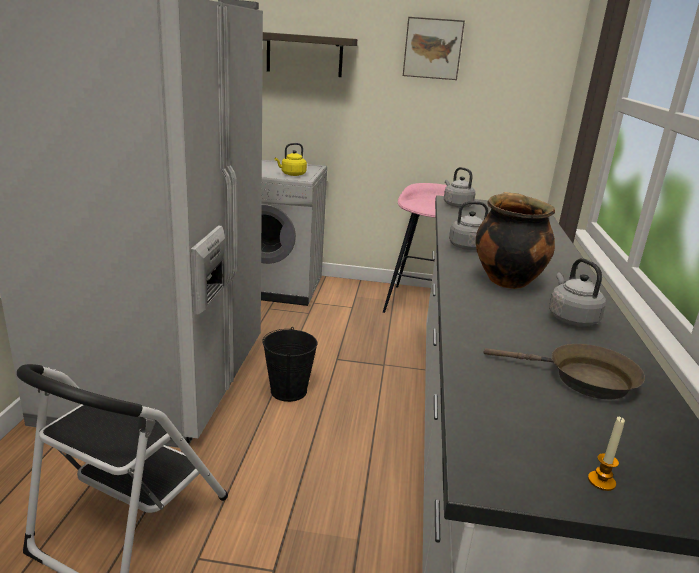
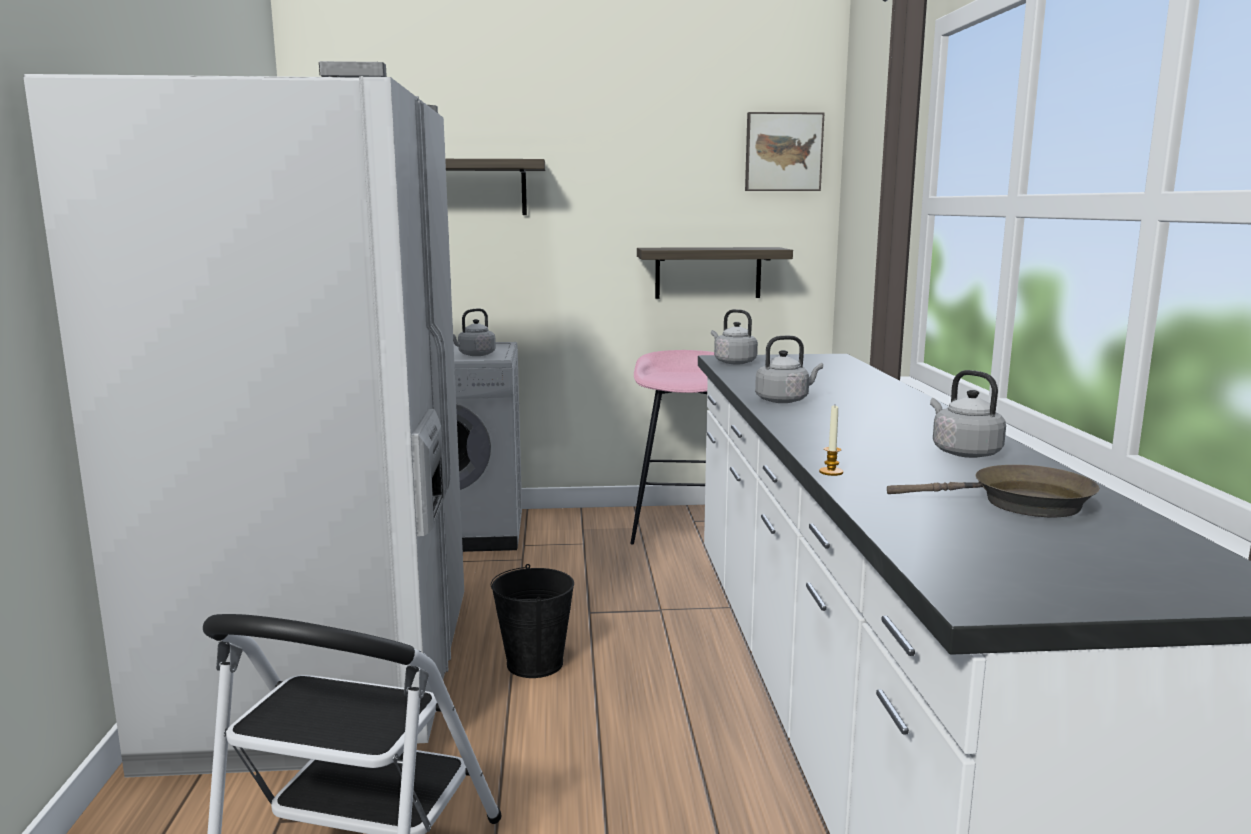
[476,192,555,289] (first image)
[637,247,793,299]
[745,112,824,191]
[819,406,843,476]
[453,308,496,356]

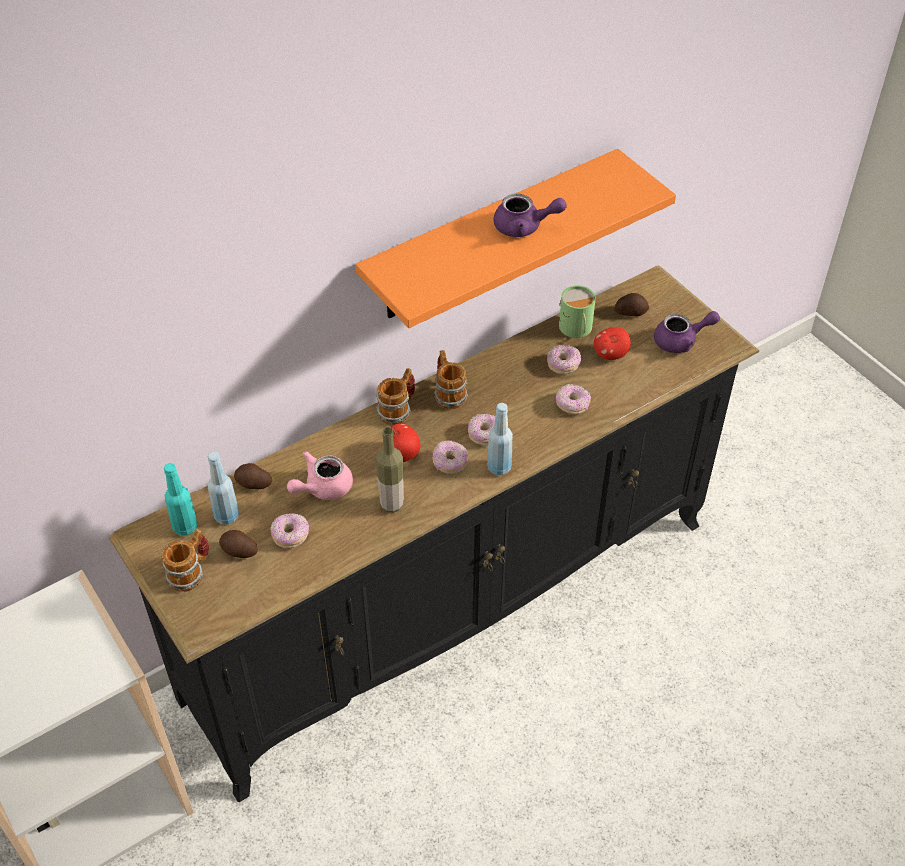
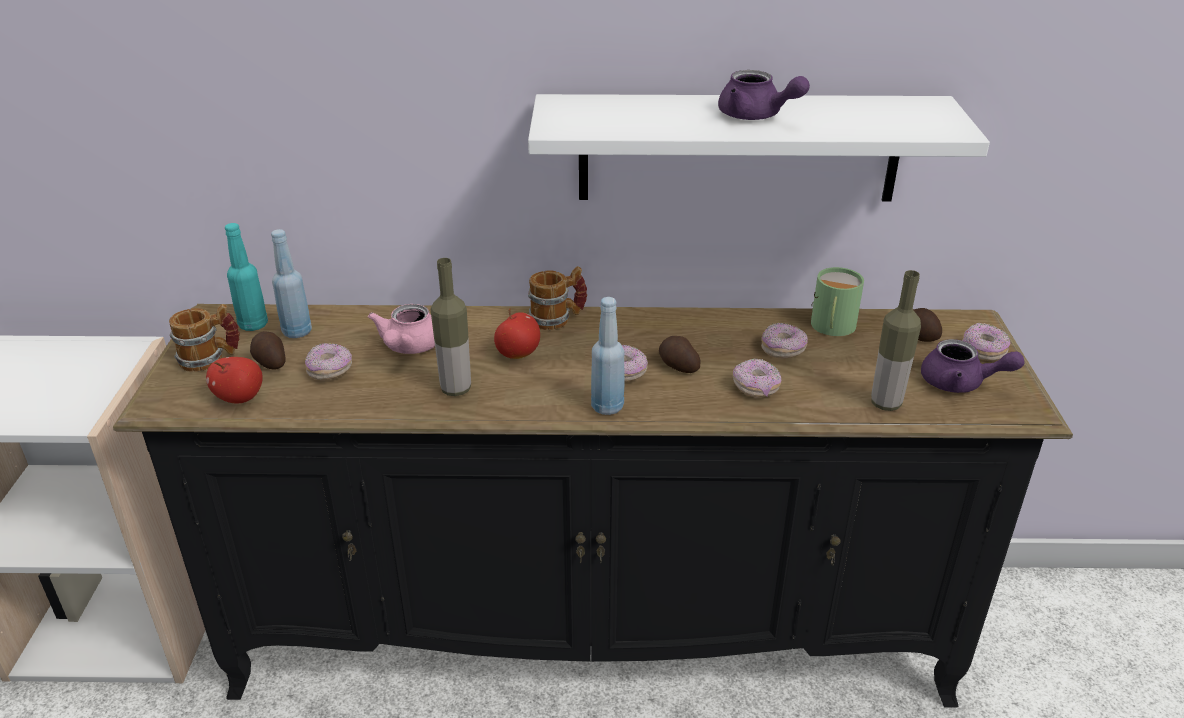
[434,350,468,409] (first image)
[871,270,921,411]
[659,336,701,373]
[962,323,1010,361]
[206,357,263,403]
[528,94,990,202]
[368,304,435,354]

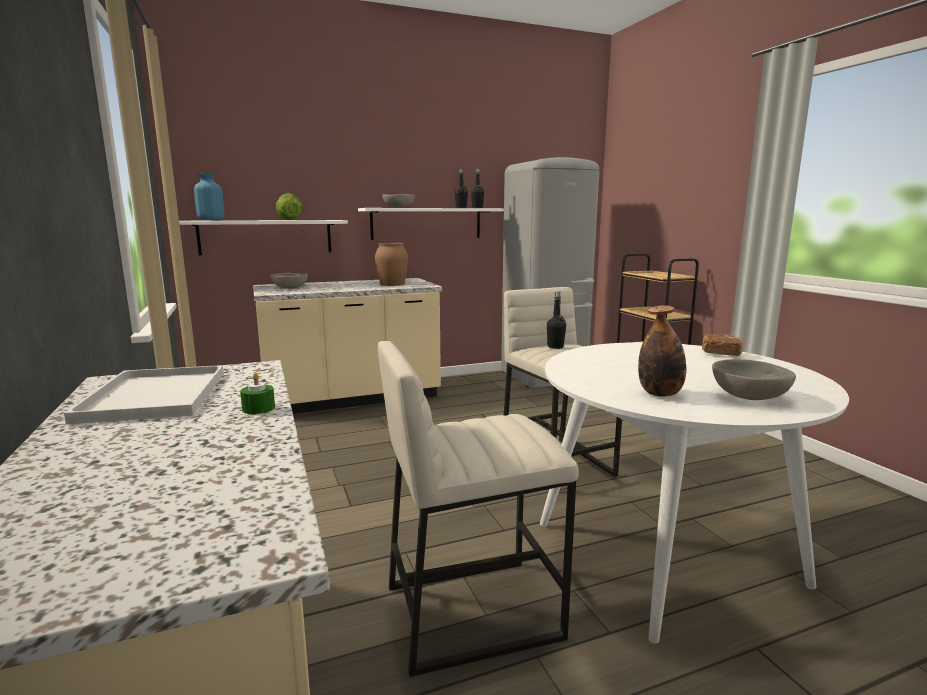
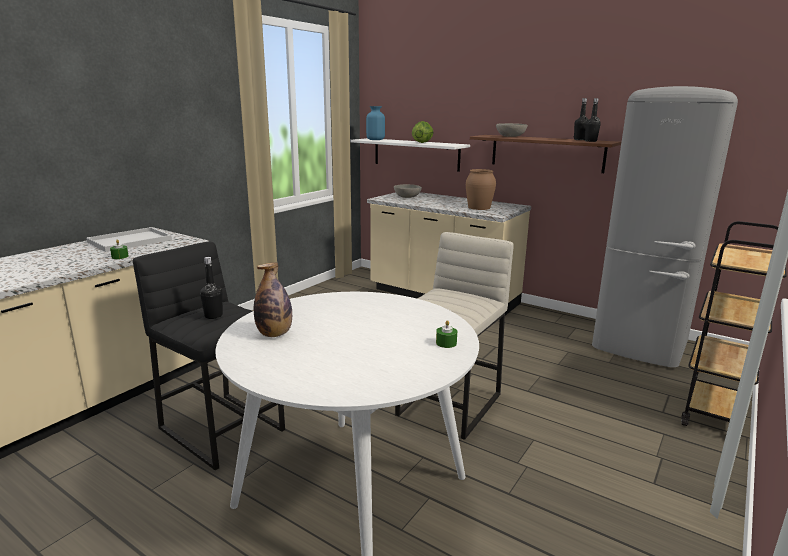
[712,359,796,400] (first image)
[200,257,223,319]
[436,320,457,348]
[470,135,621,173]
[133,242,285,471]

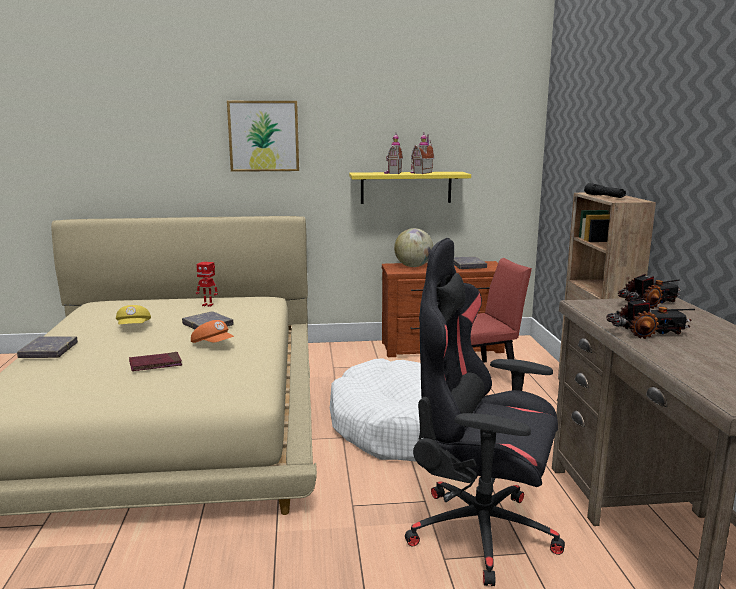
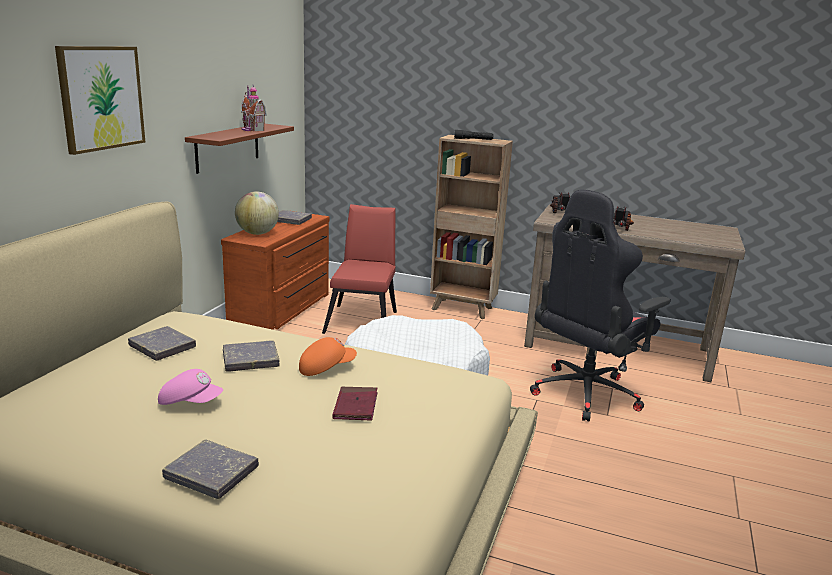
[384,135,403,174] (first image)
[128,326,196,361]
[158,369,223,405]
[185,123,294,174]

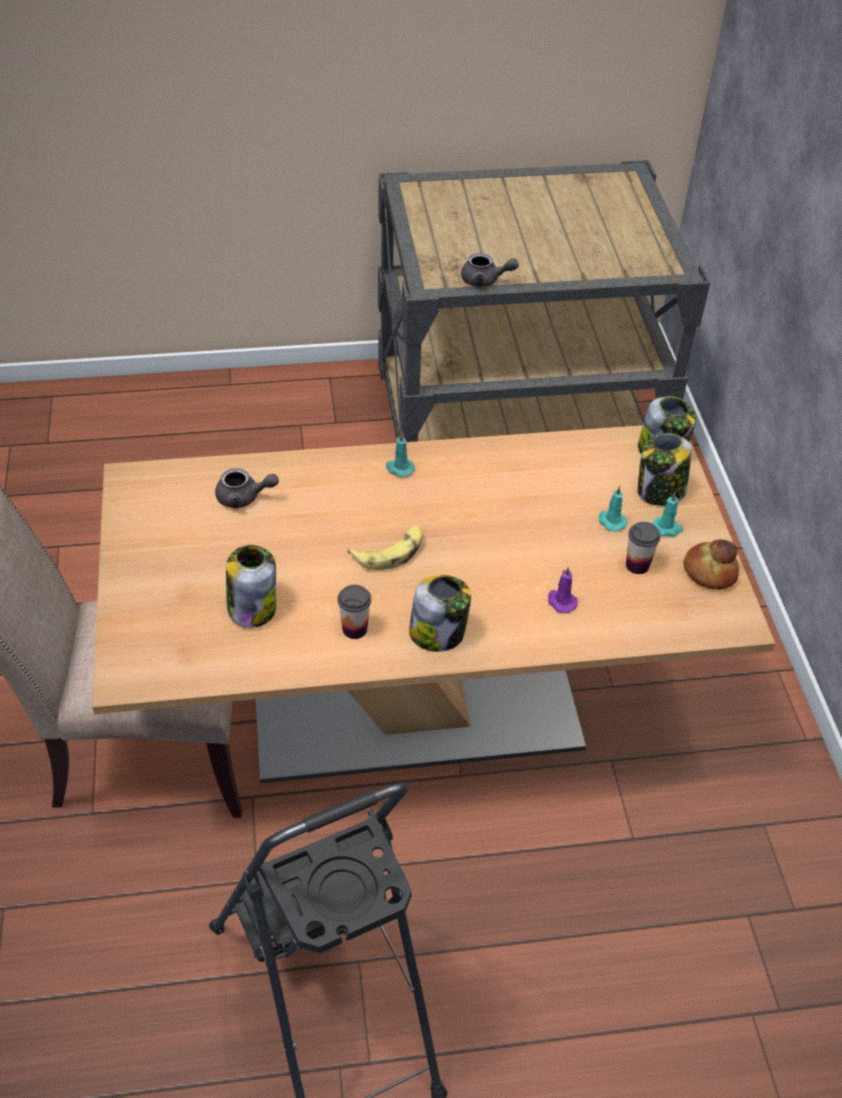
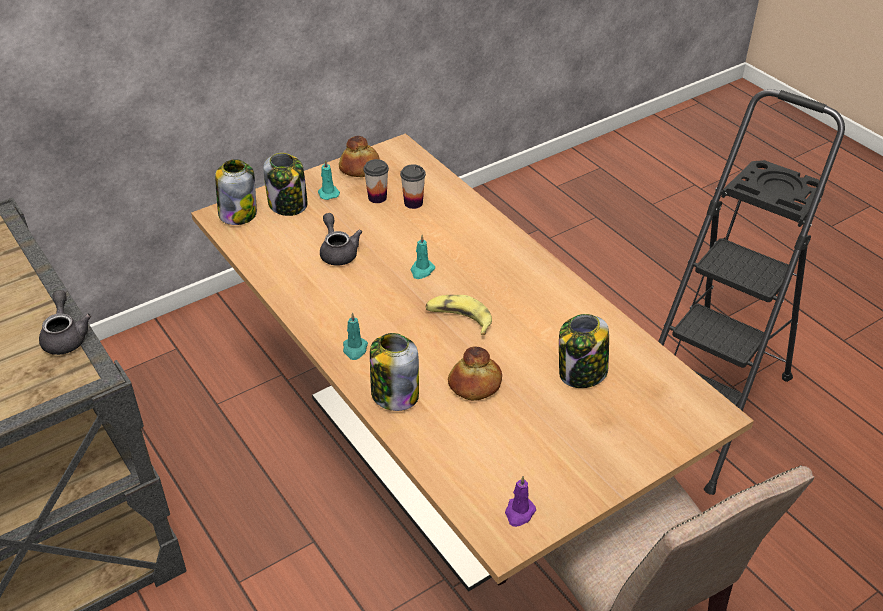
[448,346,502,401]
[320,213,362,266]
[400,165,426,209]
[370,333,419,411]
[505,476,536,527]
[411,235,435,279]

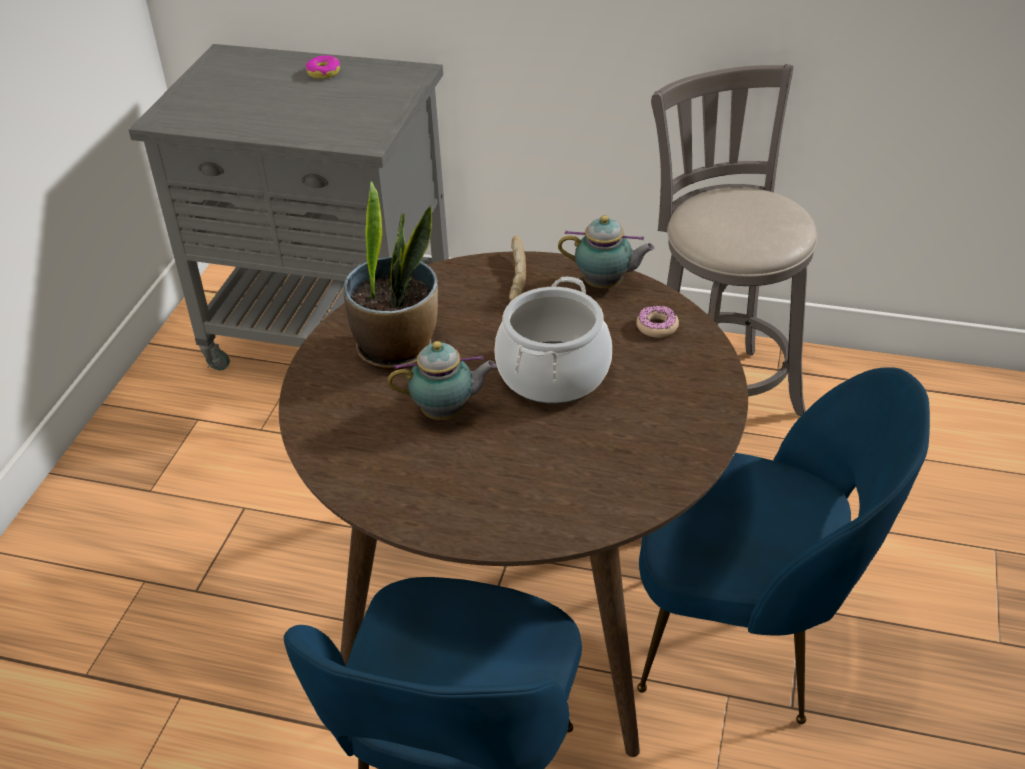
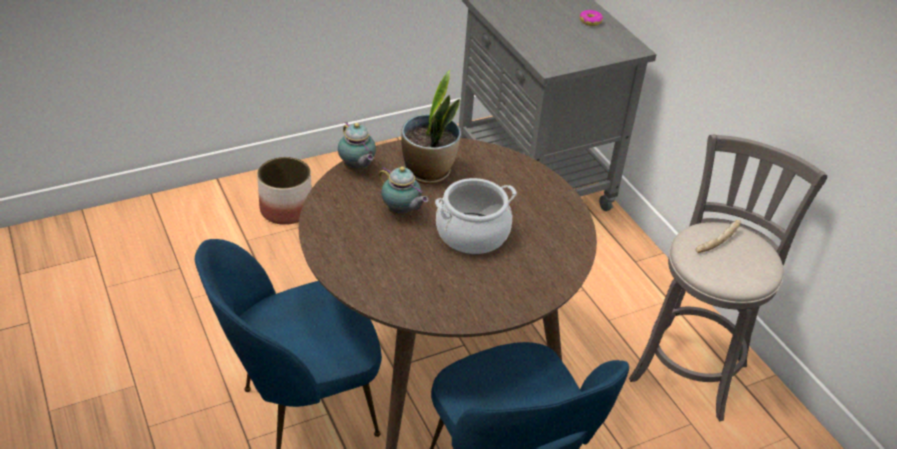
[636,305,679,338] (first image)
[257,157,312,225]
[696,220,741,253]
[338,122,376,170]

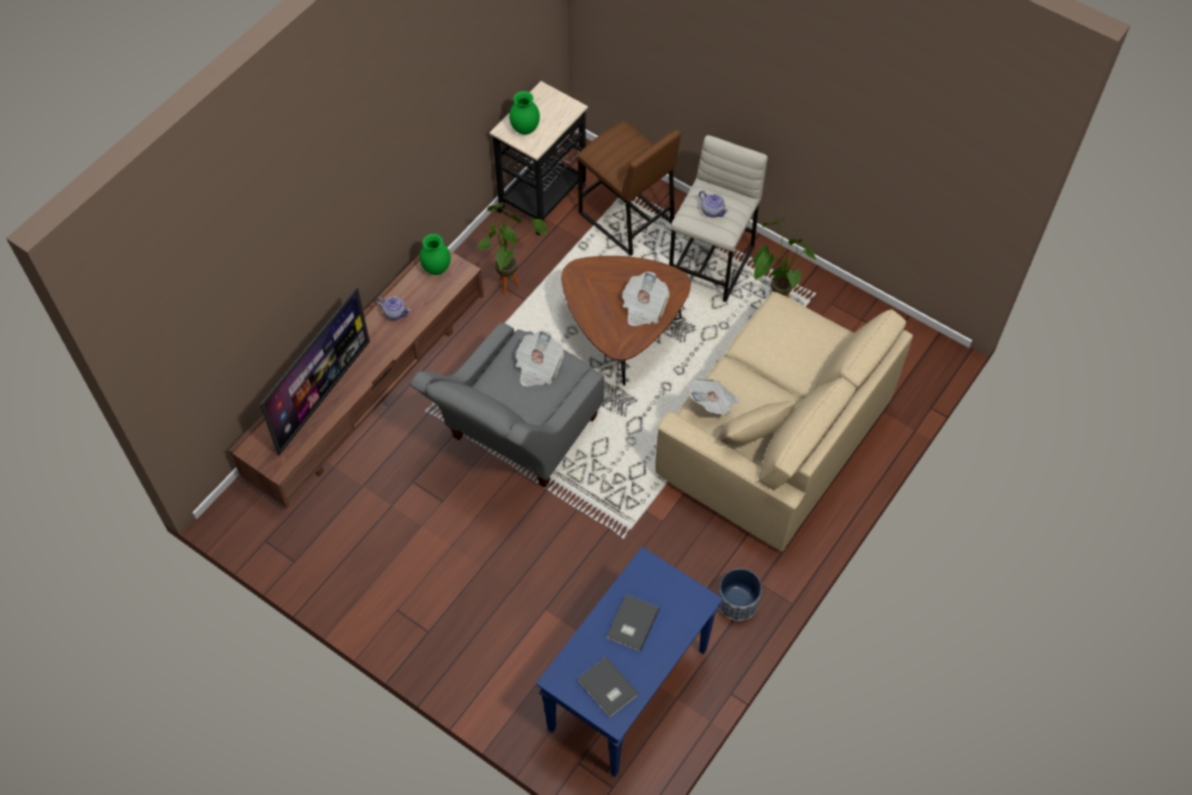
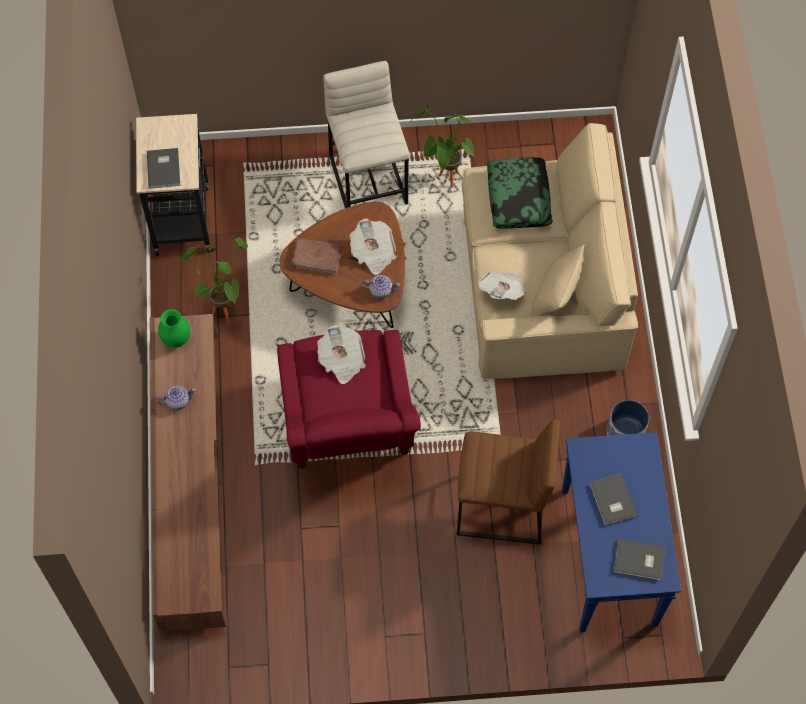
[260,287,370,455] (first image)
[292,238,342,276]
[487,157,553,229]
[457,419,560,545]
[361,275,400,299]
[147,148,180,189]
[277,330,421,469]

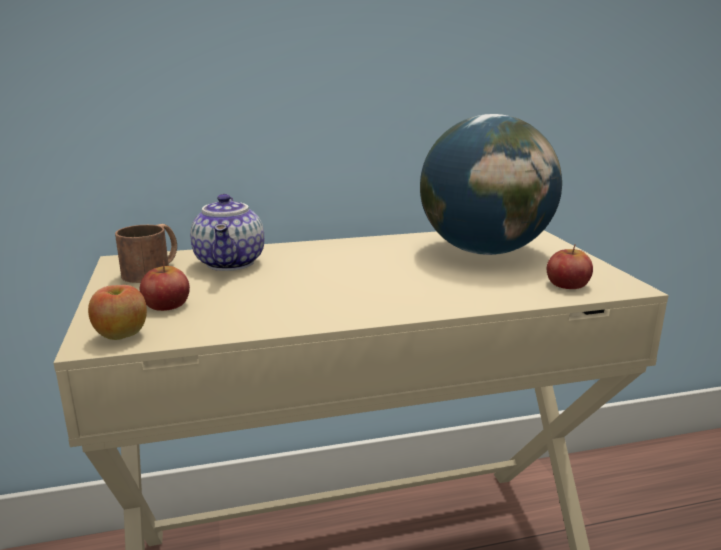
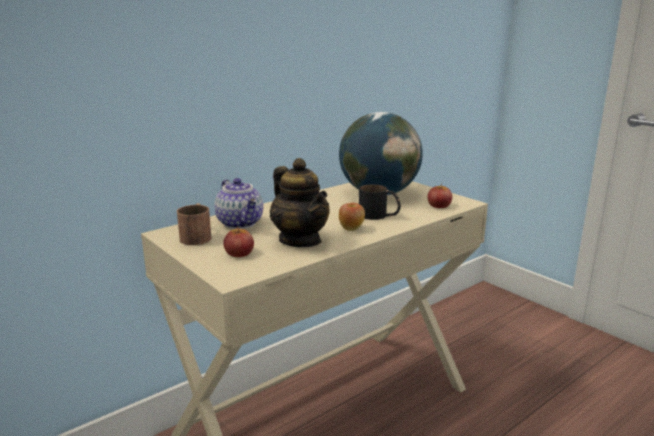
[270,158,330,247]
[359,184,401,220]
[339,203,365,231]

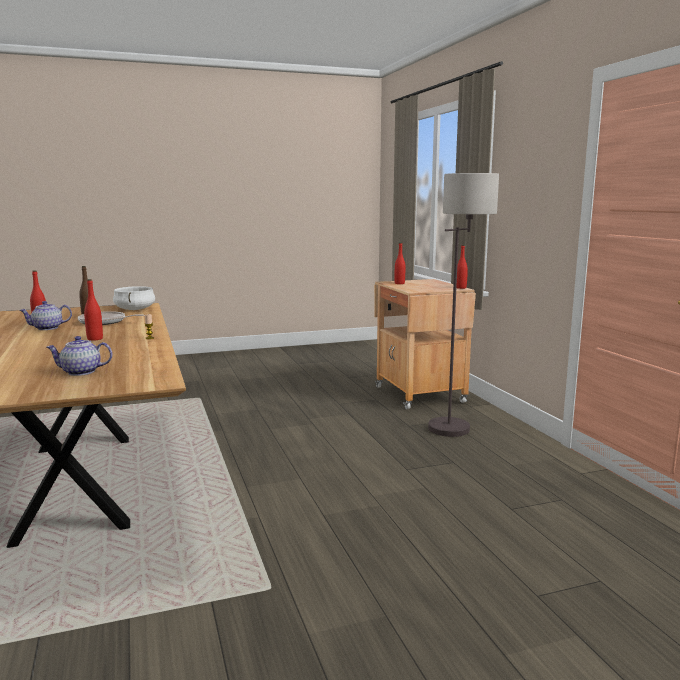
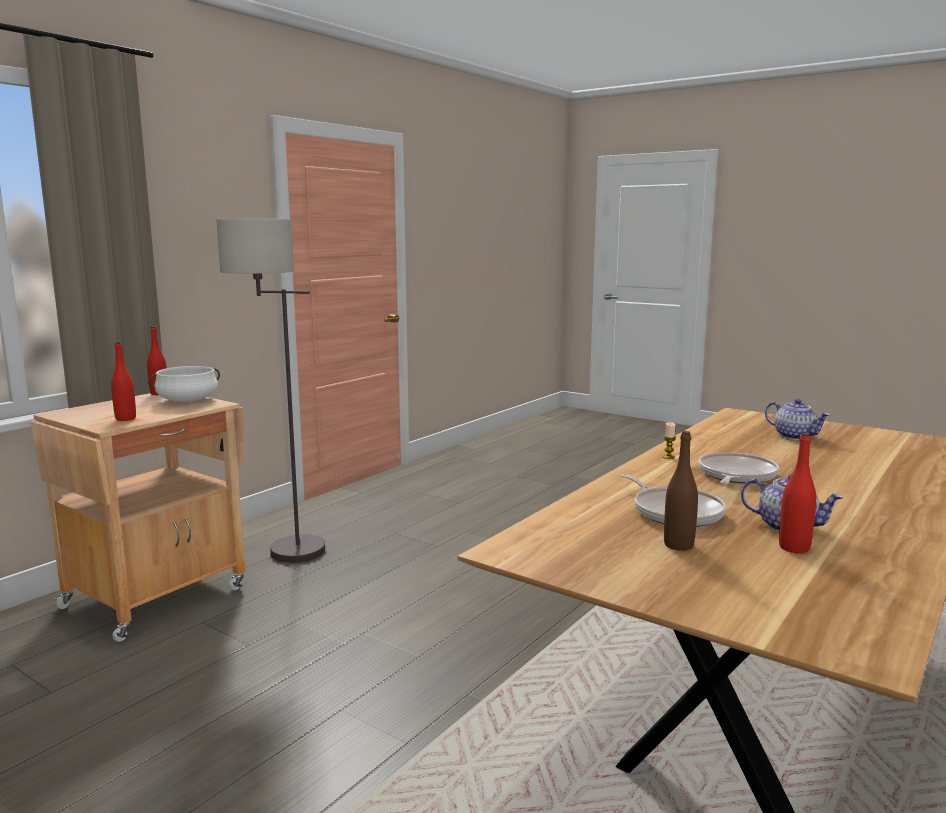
[148,366,220,402]
[699,452,779,484]

